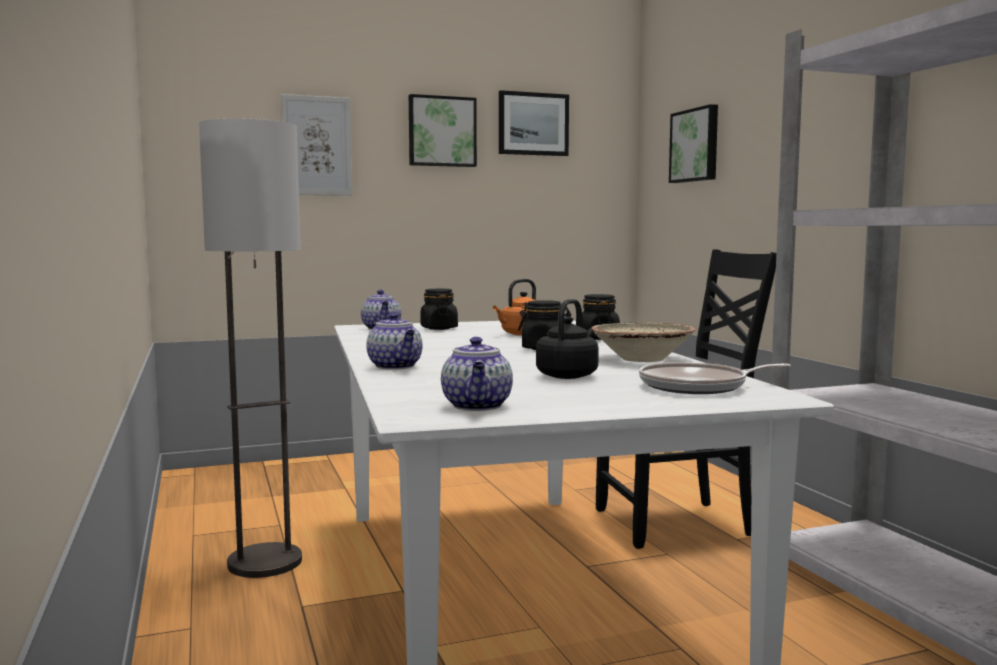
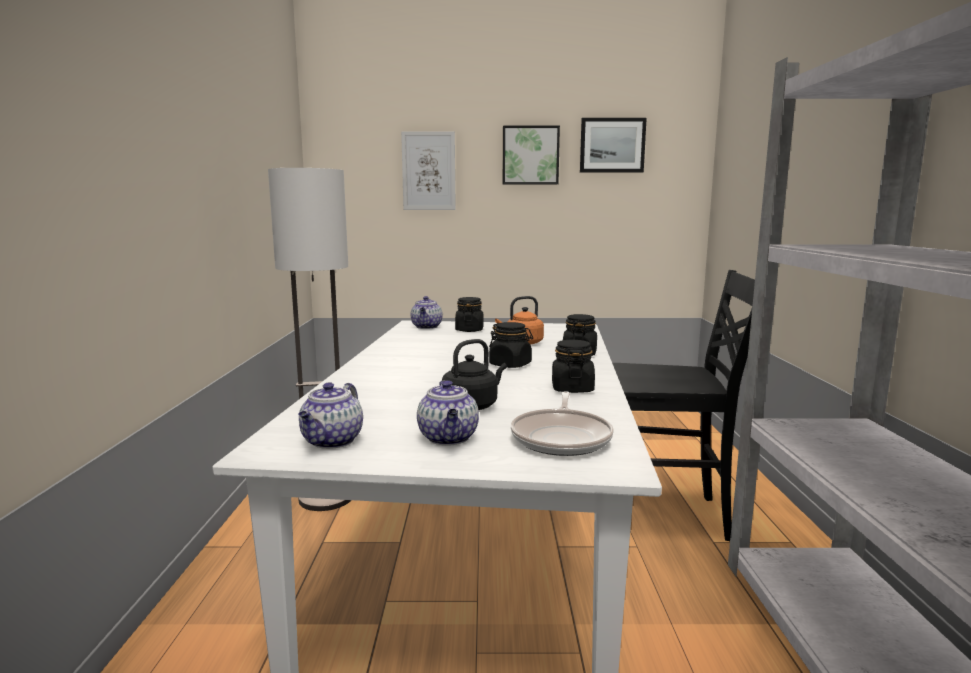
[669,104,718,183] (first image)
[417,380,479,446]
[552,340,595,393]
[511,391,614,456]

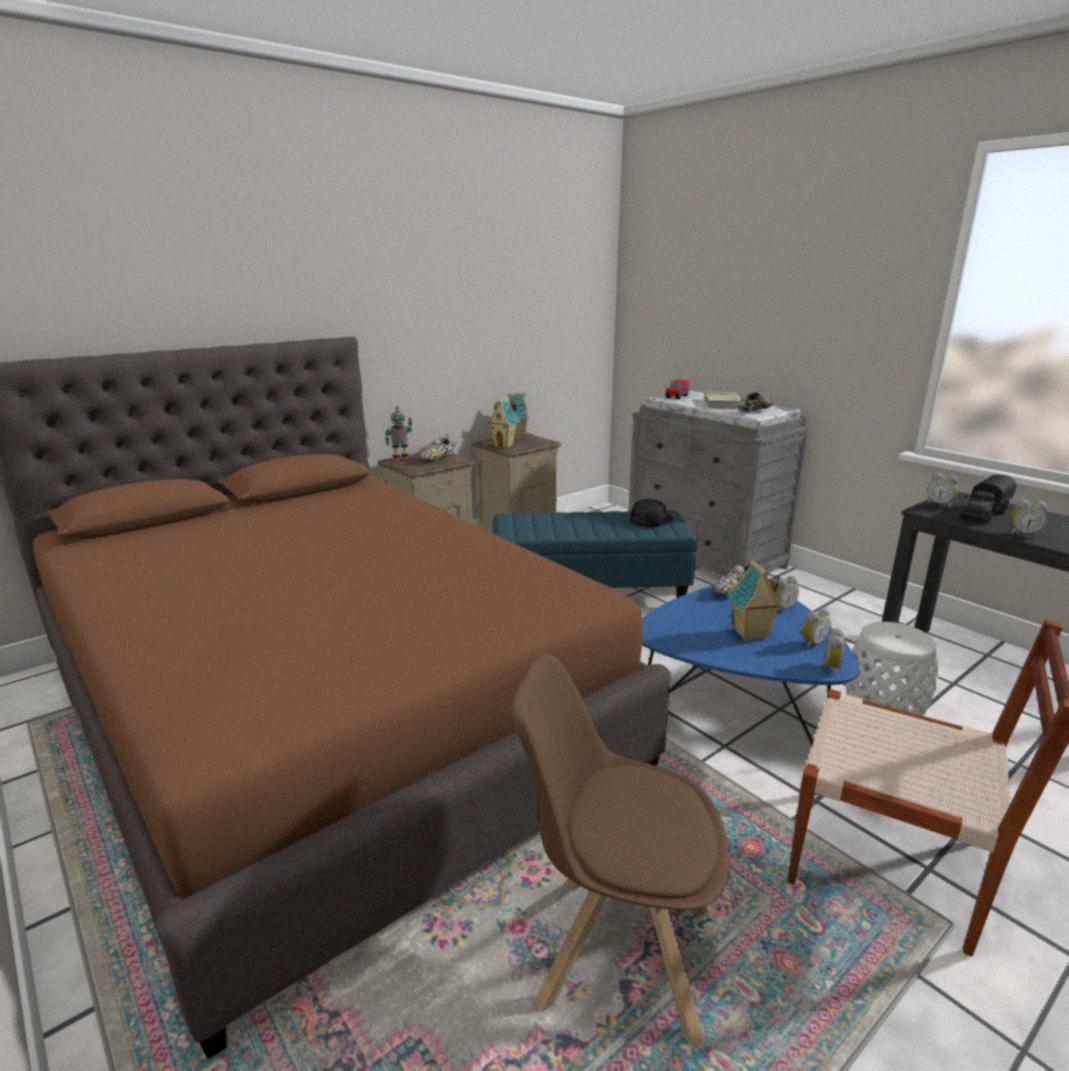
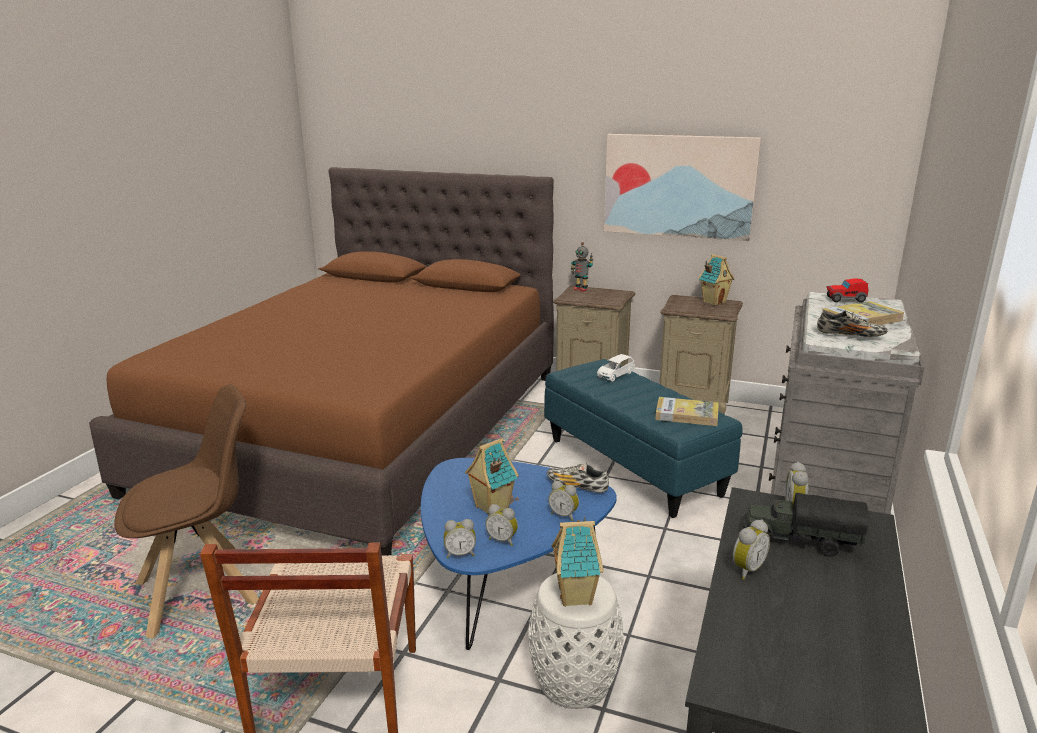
[417,439,453,460] (first image)
[597,354,635,382]
[604,134,761,241]
[552,517,603,607]
[655,397,719,426]
[114,384,259,639]
[733,520,770,580]

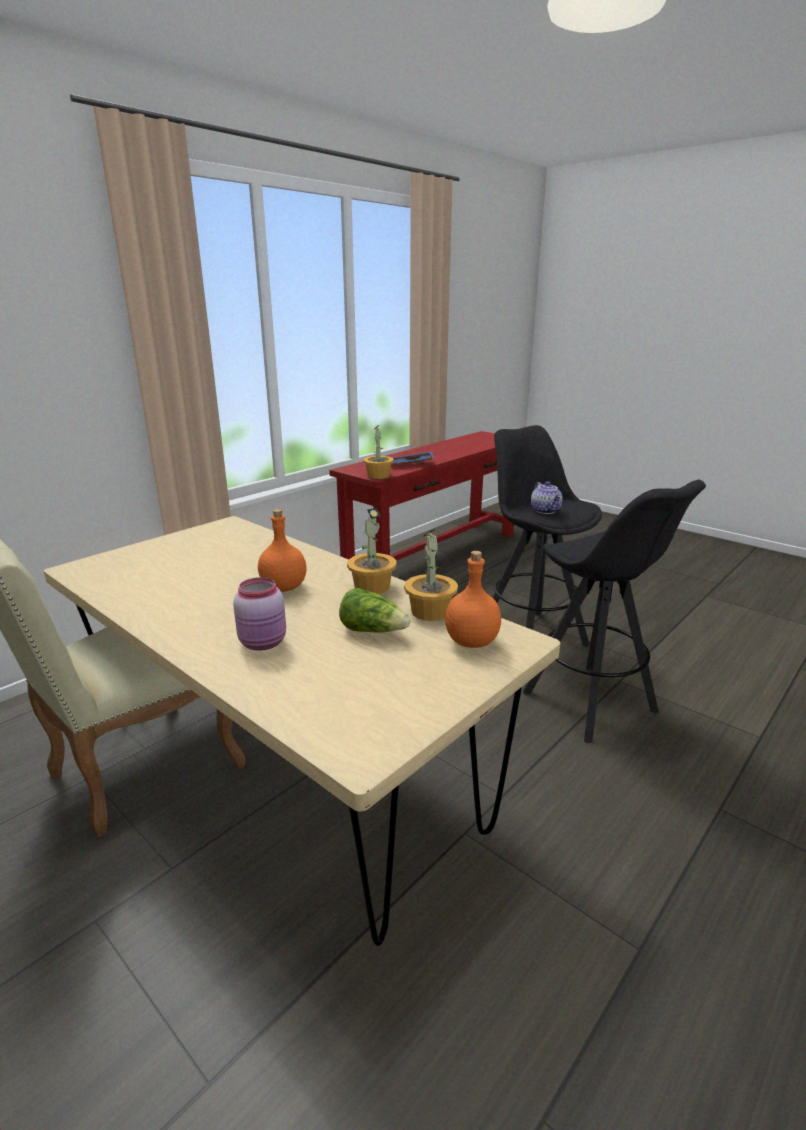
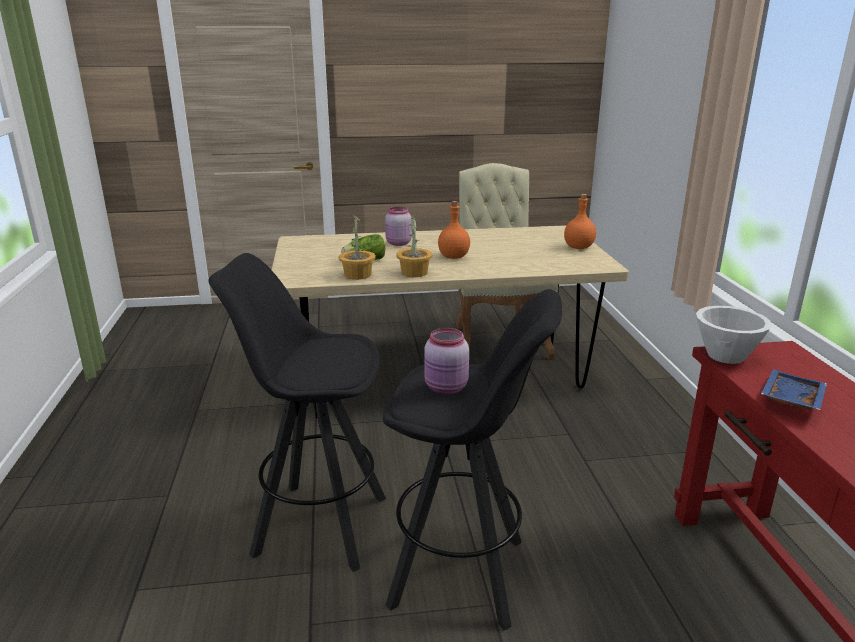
[564,194,596,249]
[696,306,772,364]
[424,328,469,394]

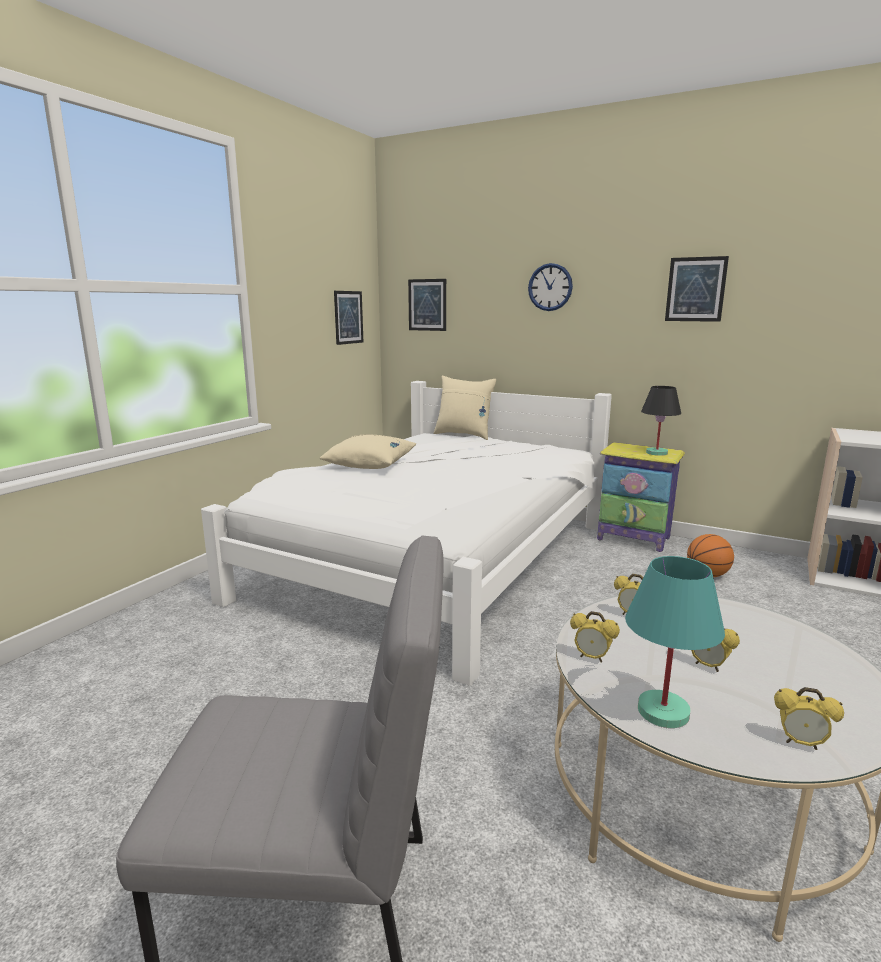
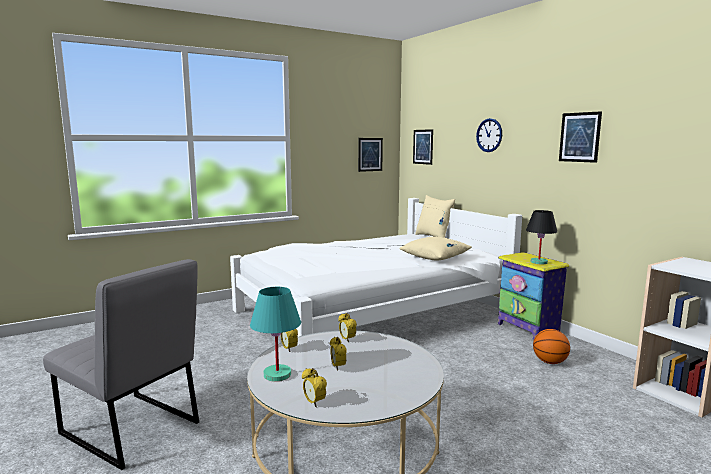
[400,236,472,260]

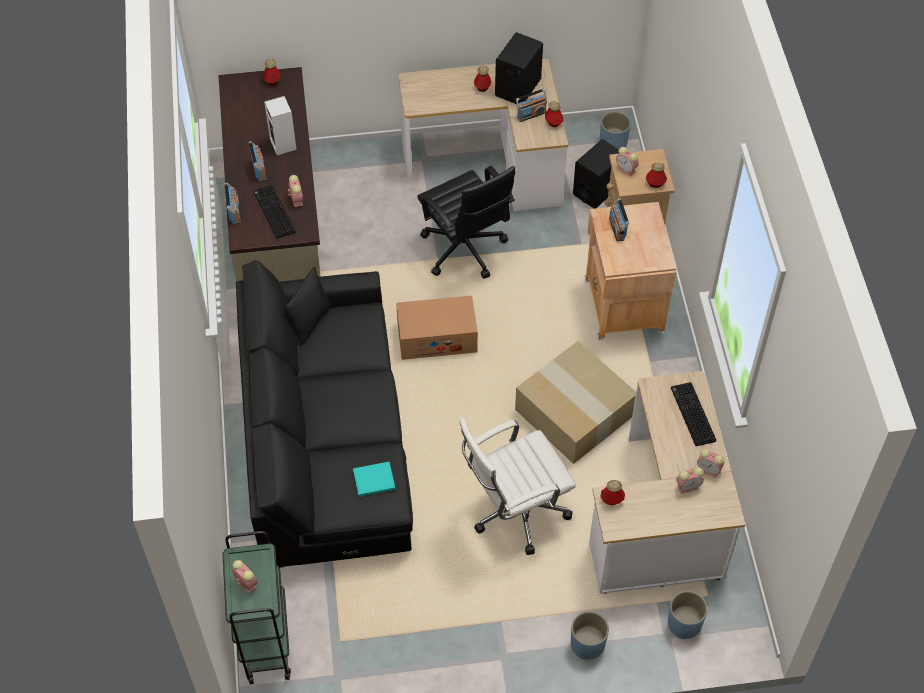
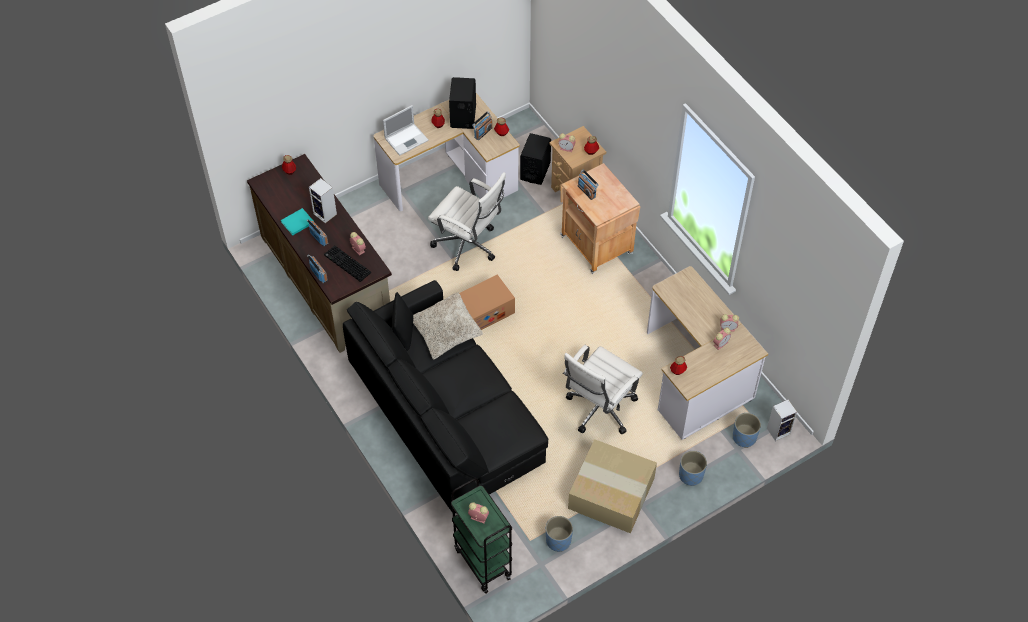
[671,382,716,446] (first image)
[383,105,429,156]
[413,292,483,359]
[767,400,797,441]
[281,208,312,236]
[568,439,657,533]
[546,516,573,552]
[428,172,506,271]

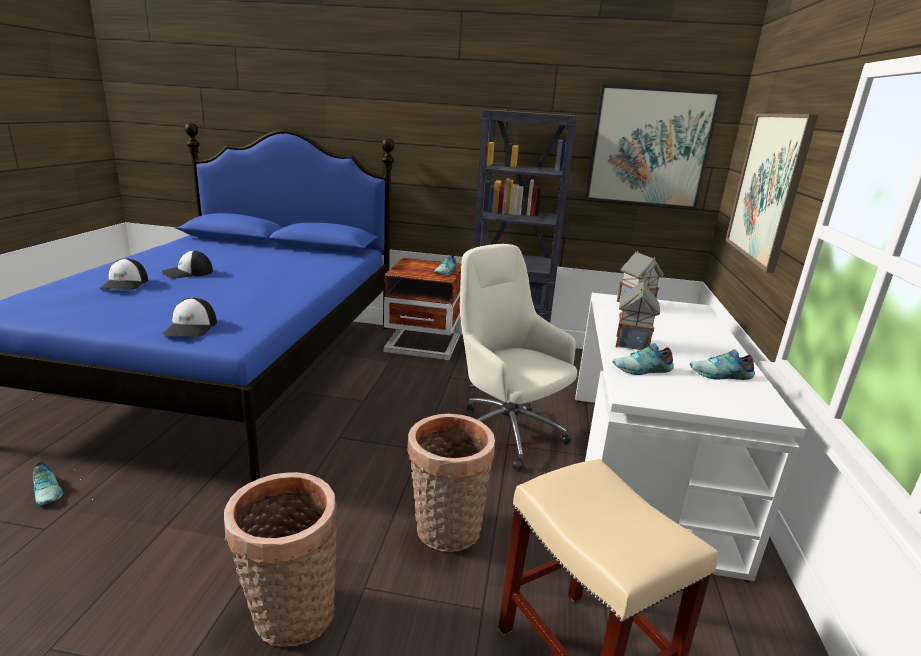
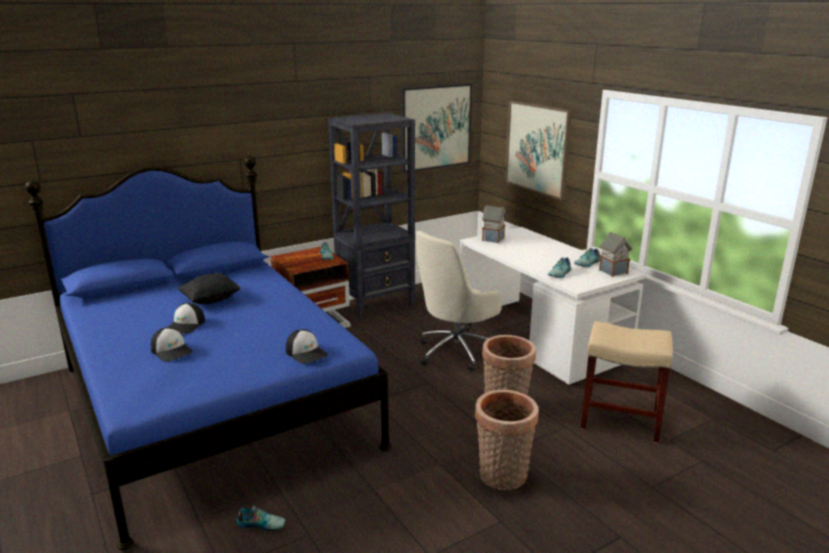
[177,273,241,304]
[599,232,632,277]
[416,231,502,371]

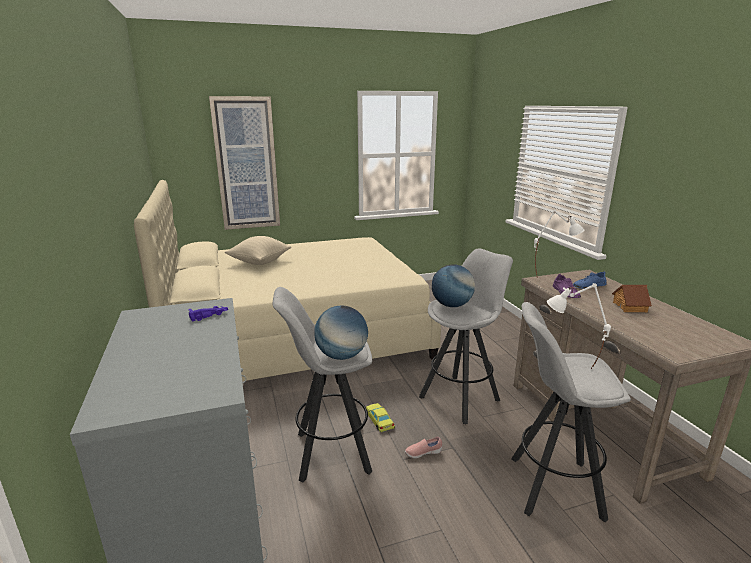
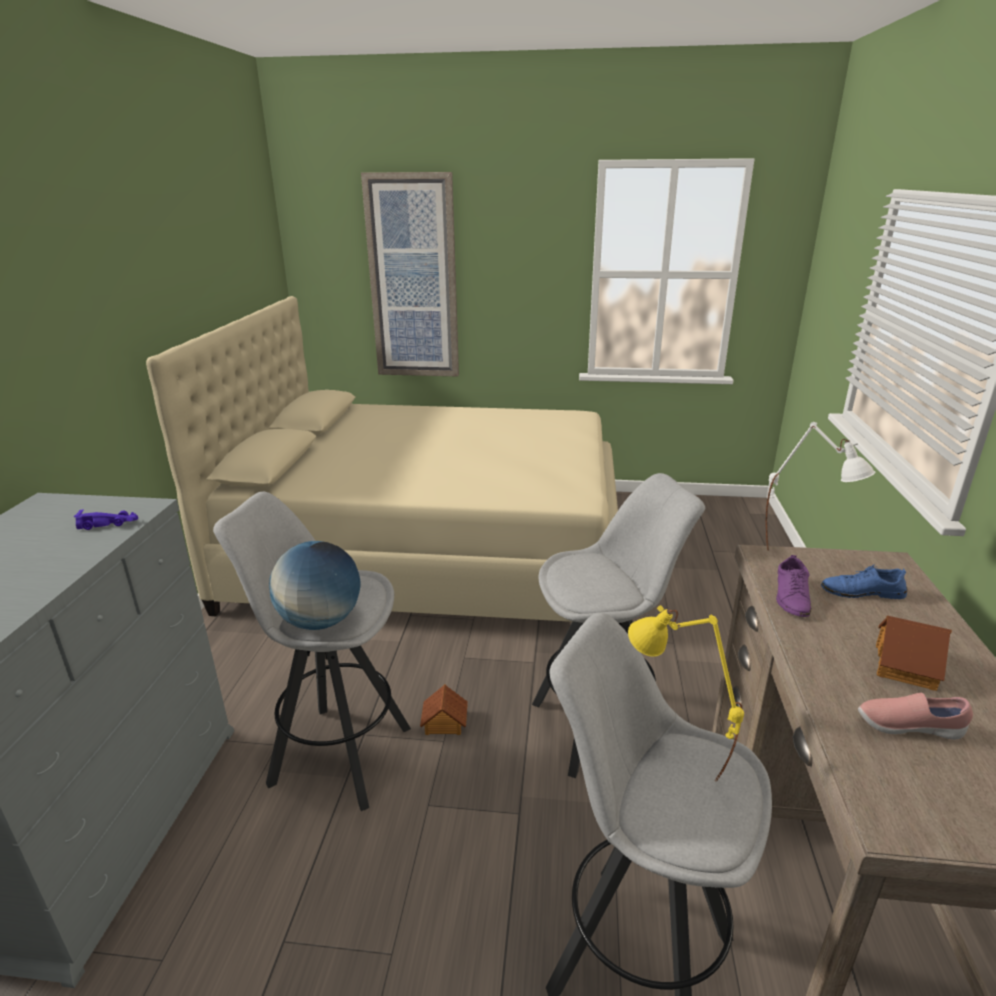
[225,236,291,265] (first image)
[432,264,475,307] (first image)
[858,693,973,740]
[420,684,468,735]
[628,605,744,782]

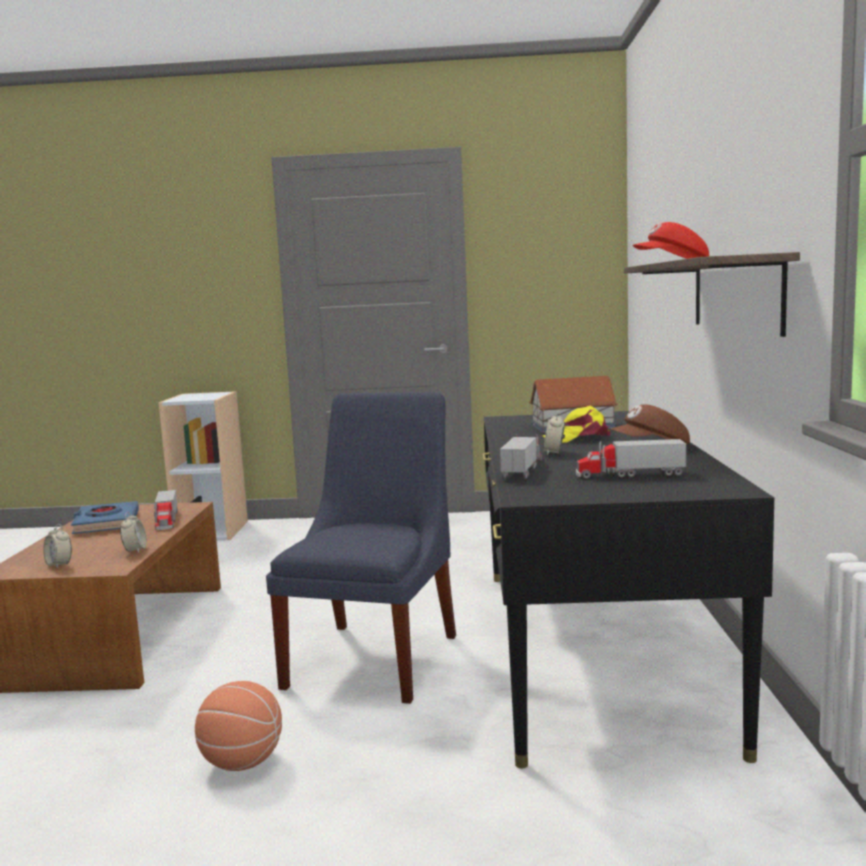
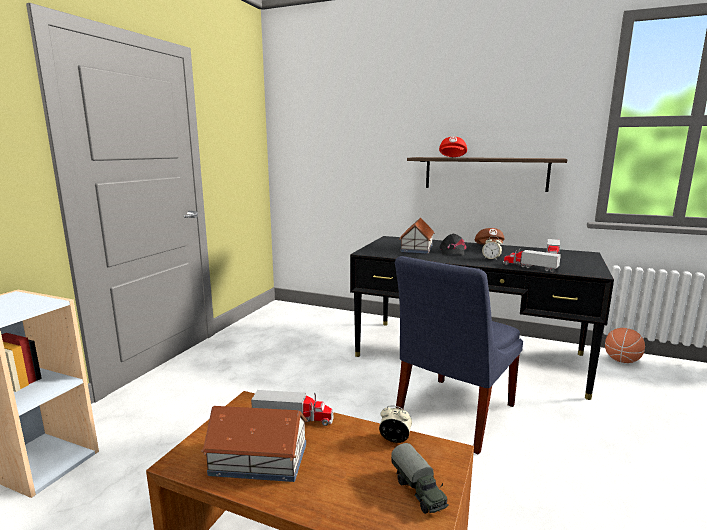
[605,328,645,363]
[391,443,448,514]
[201,406,308,482]
[440,233,467,255]
[395,256,523,455]

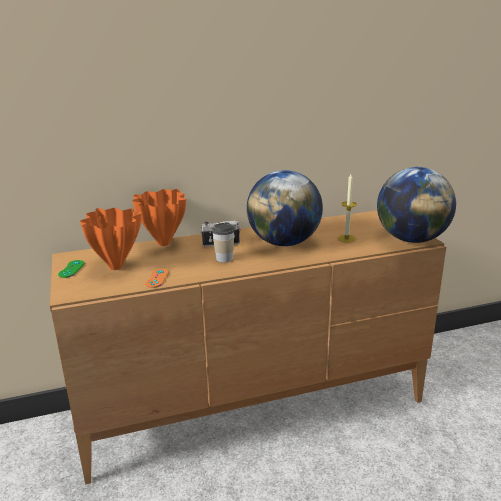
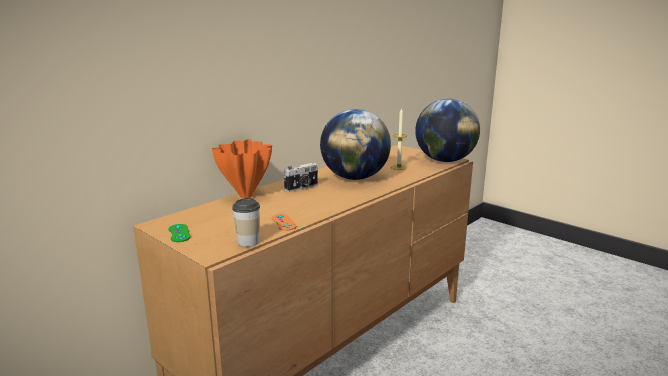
[80,208,141,270] (first image)
[232,197,260,247]

